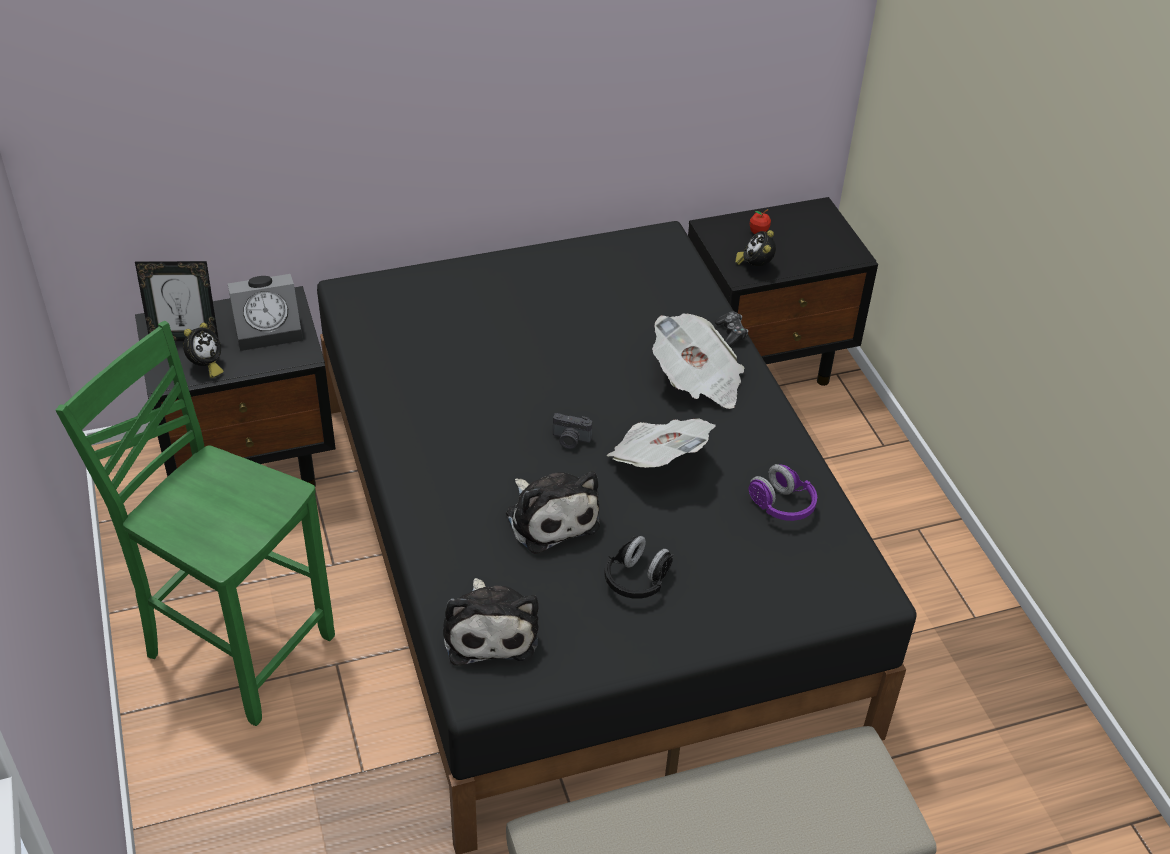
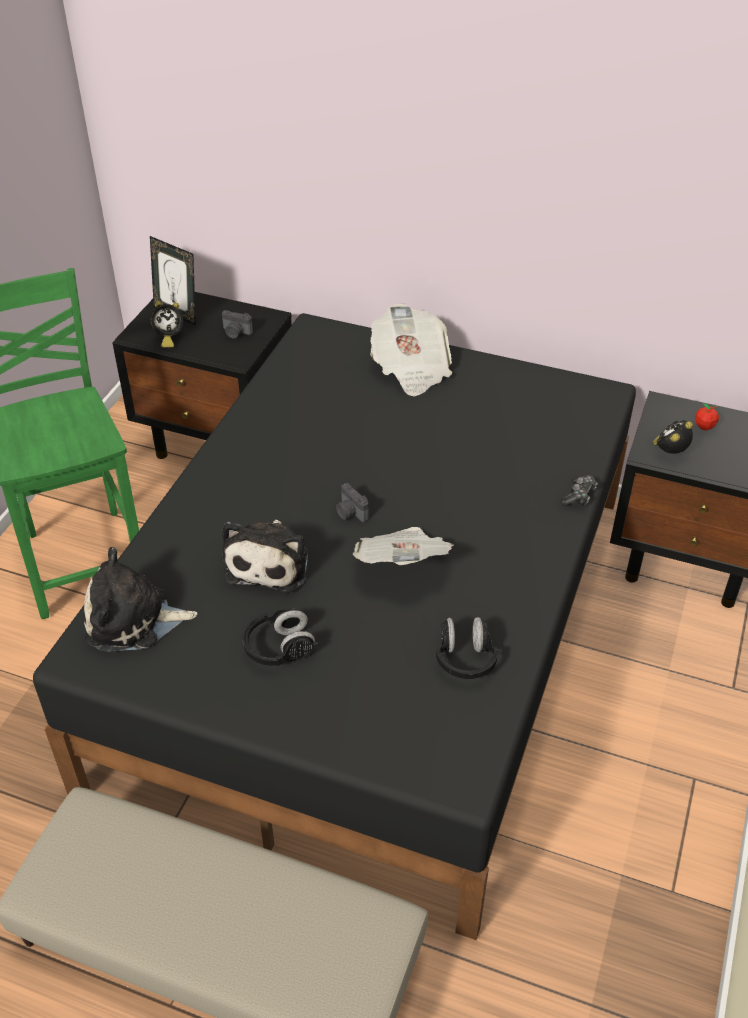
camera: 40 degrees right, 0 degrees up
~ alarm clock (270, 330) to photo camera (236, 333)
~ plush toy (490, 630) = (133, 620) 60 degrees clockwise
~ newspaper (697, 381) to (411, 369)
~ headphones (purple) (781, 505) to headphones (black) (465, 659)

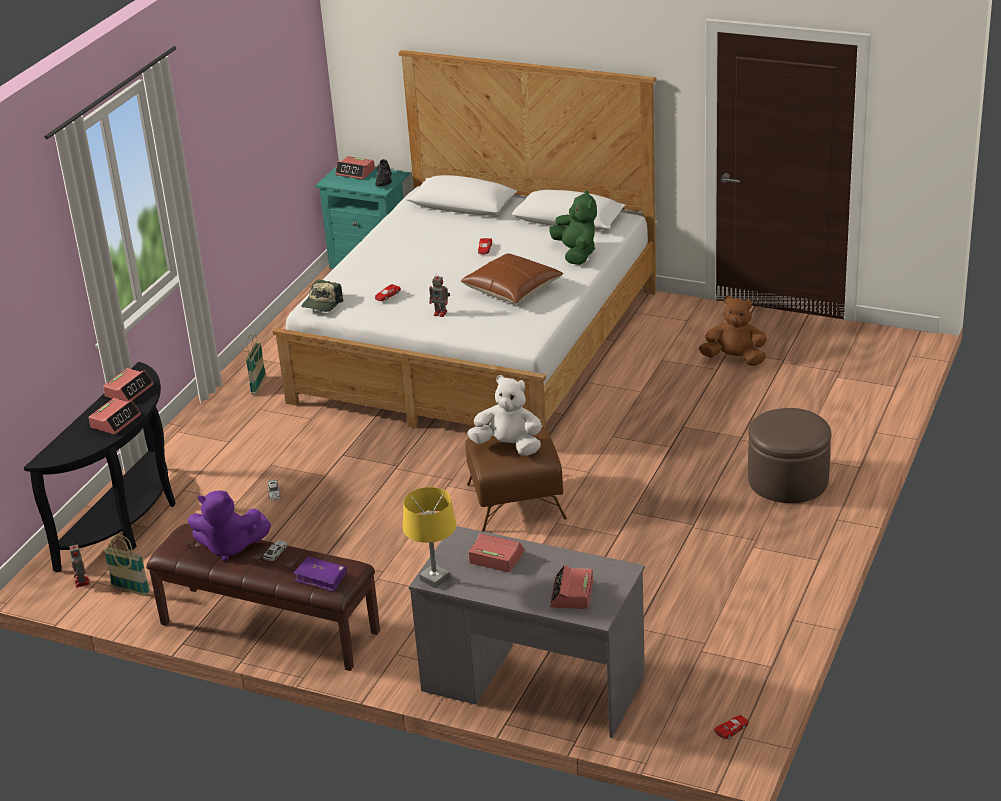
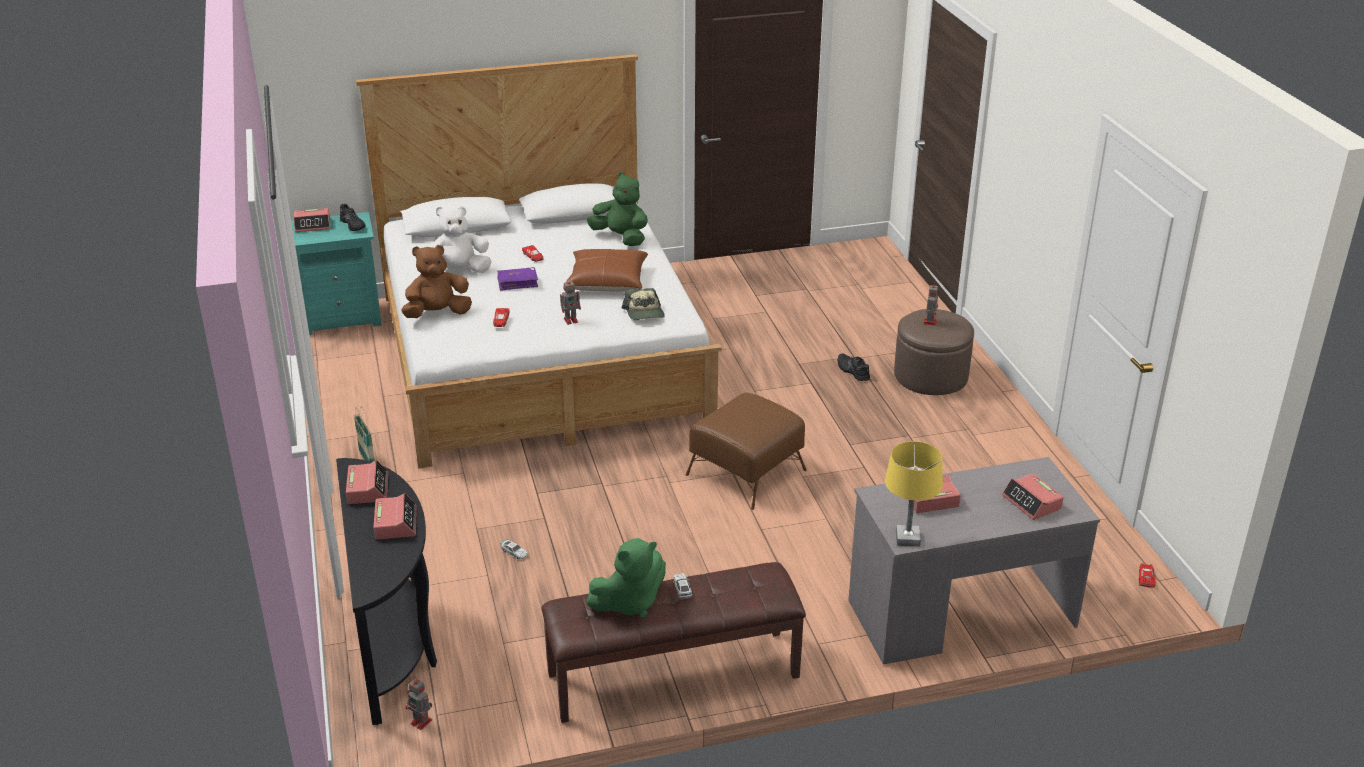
camera: 40 degrees left, 0 degrees up
- basket (131, 590)
~ plush toy (purple) (229, 547) to plush toy (green) (629, 603)
~ book (purple) (321, 578) to (517, 283)
~ cap (322, 304) to (644, 313)
~ plush toy (white) (509, 446) to (458, 272)
~ plush toy (brown) (734, 359) to (437, 314)
+ shoe (black) (852, 371)
+ toy robot (930, 321)

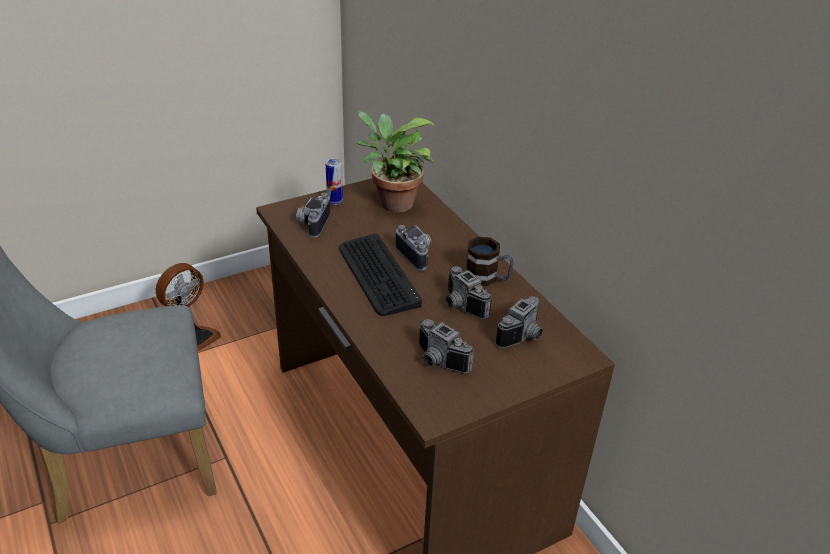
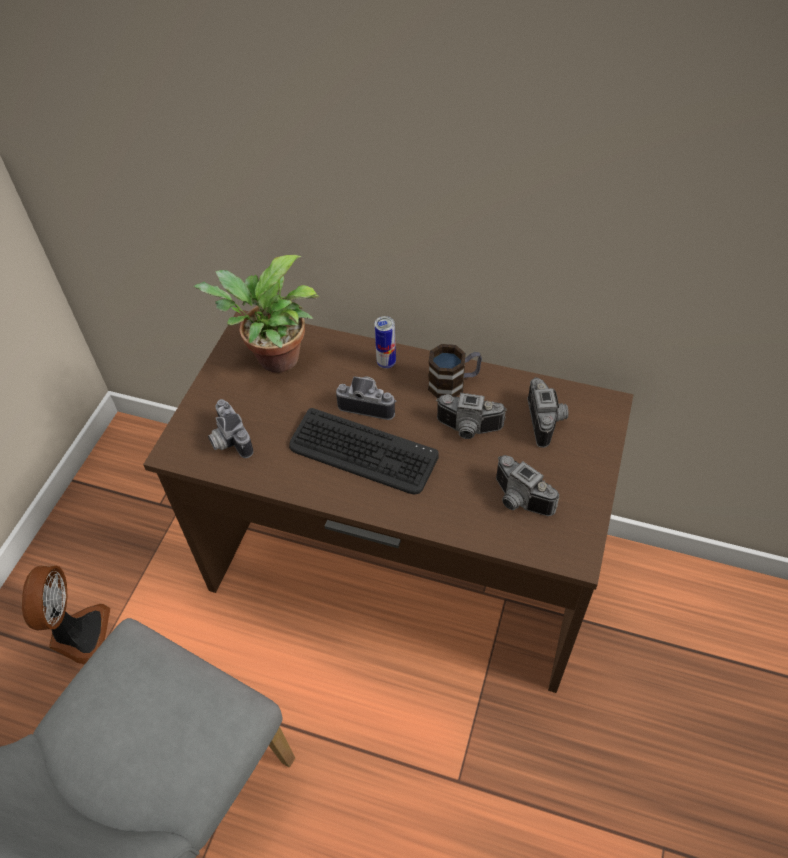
camera: 40 degrees left, 15 degrees up
~ can (334, 202) to (386, 363)
~ photo camera (438, 362) = (518, 501) 45 degrees clockwise

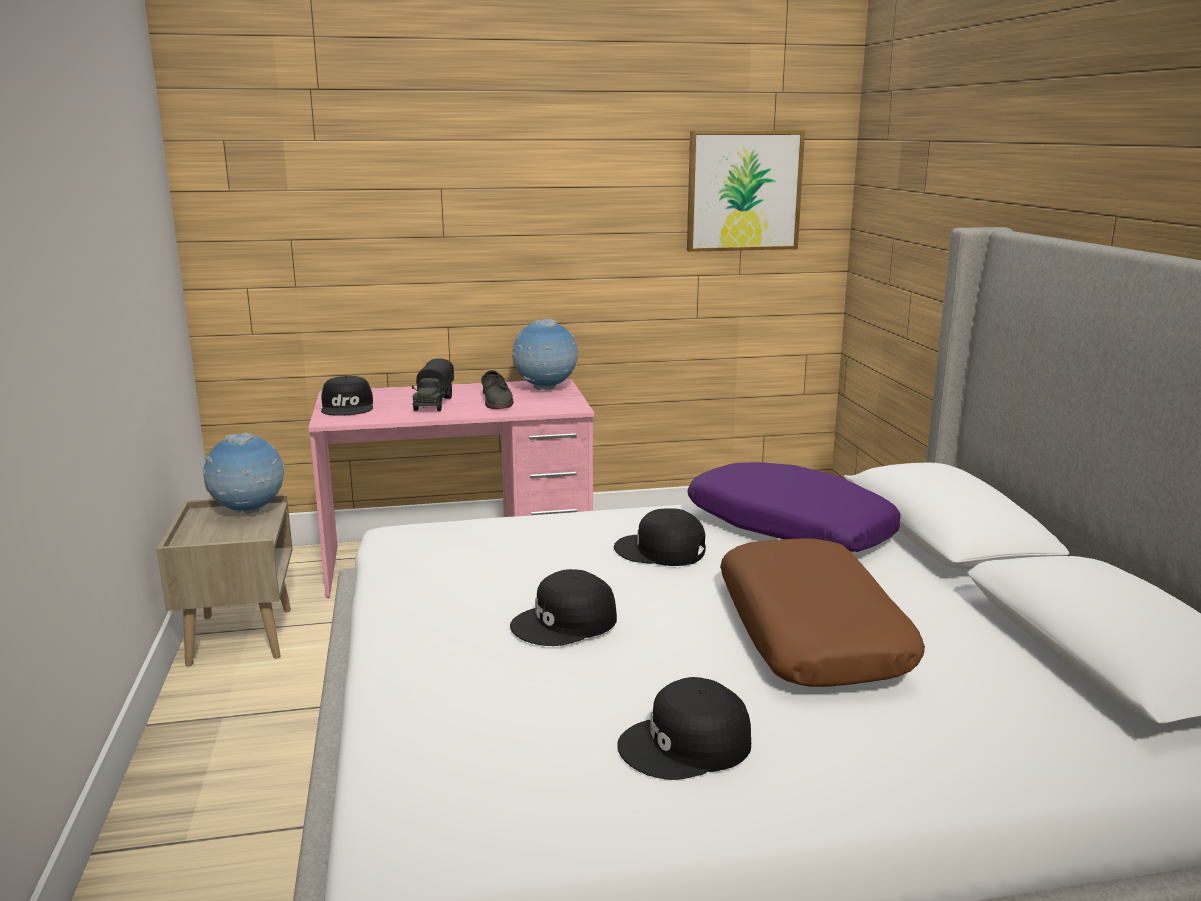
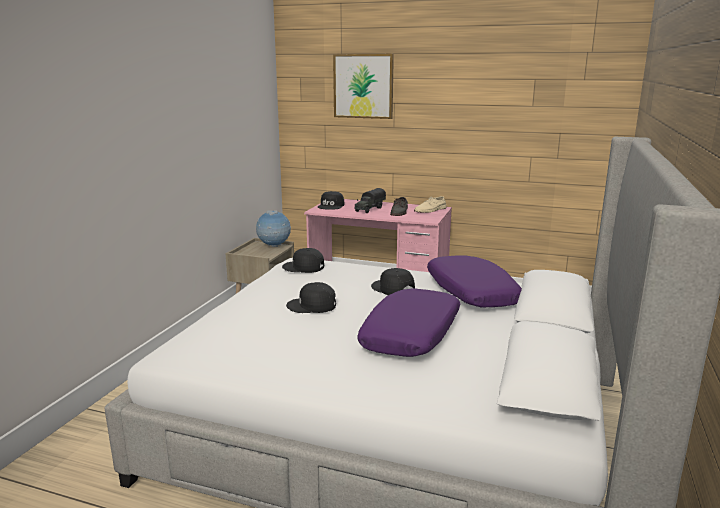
camera: 30 degrees right, 0 degrees up
~ globe (545, 389) to shoe (beige) (430, 210)
~ cap (black) (686, 746) to (303, 267)
~ picture (744, 191) to (363, 86)
~ pillow (brown) (812, 633) to pillow (purple) (412, 334)

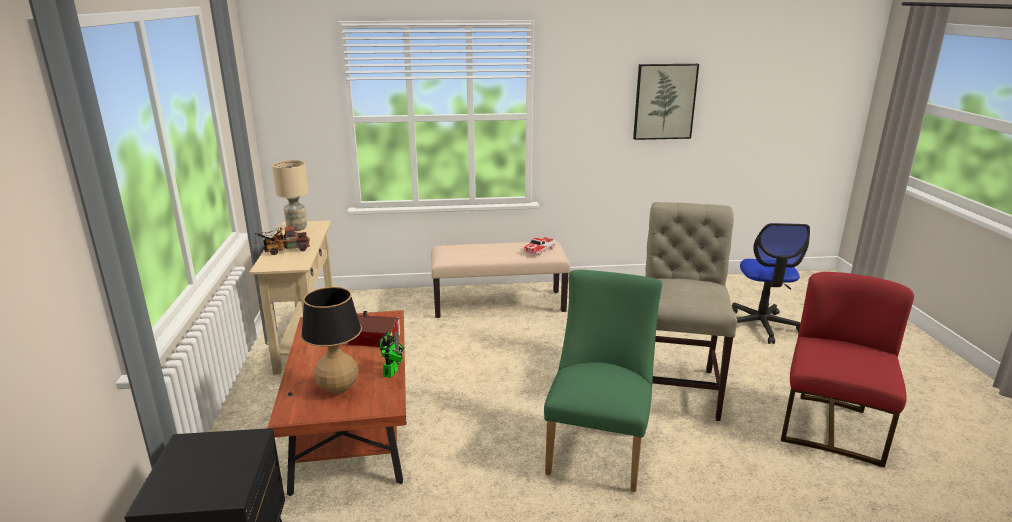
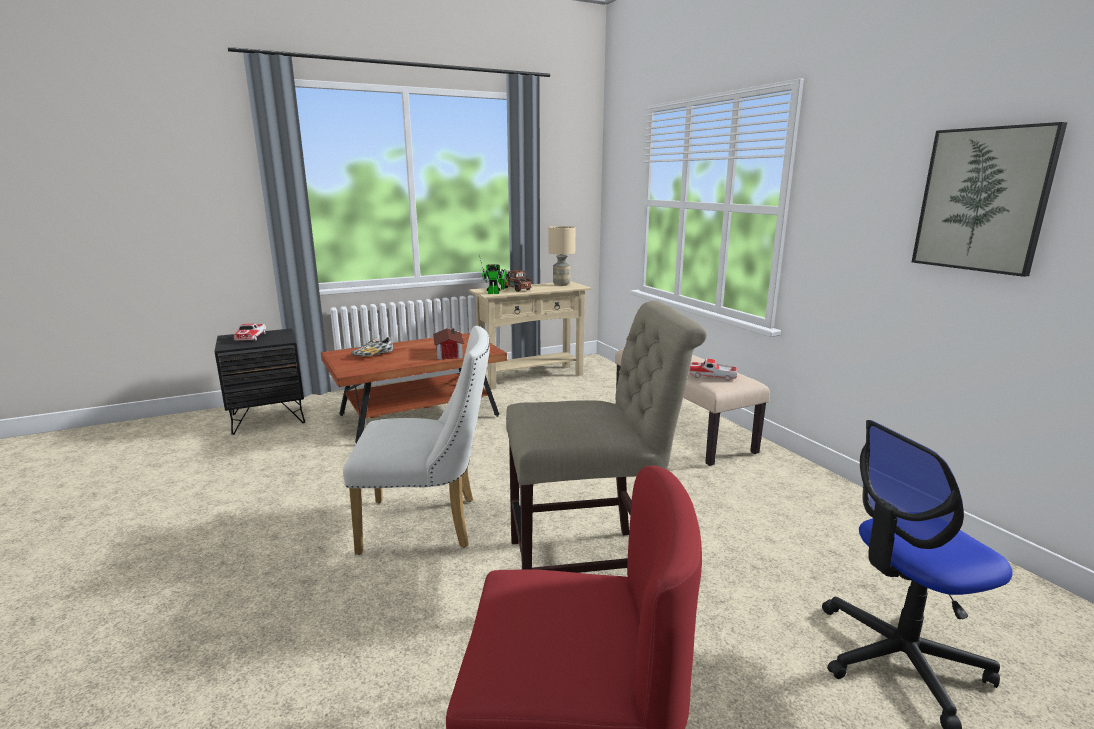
camera: 70 degrees right, 5 degrees down
~ table lamp (333, 386) to shoe (373, 355)
~ toy robot (392, 371) to (495, 293)
~ chair (green) (598, 448) to chair (white) (429, 524)
+ toy car (251, 337)

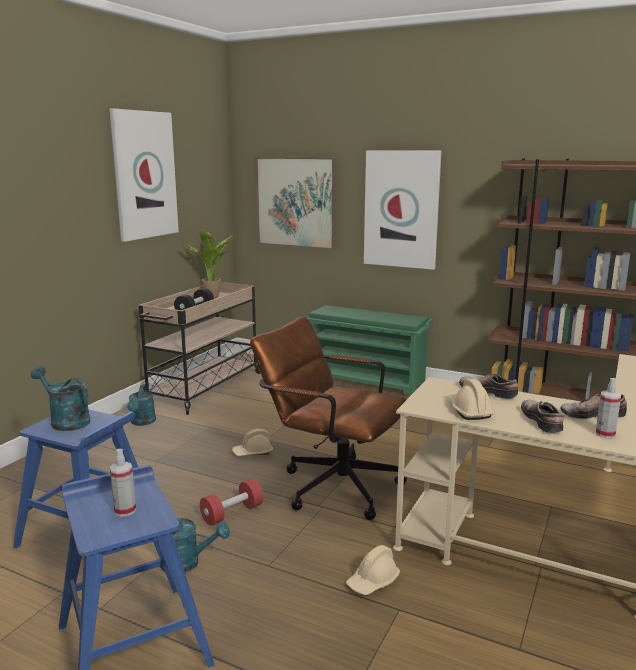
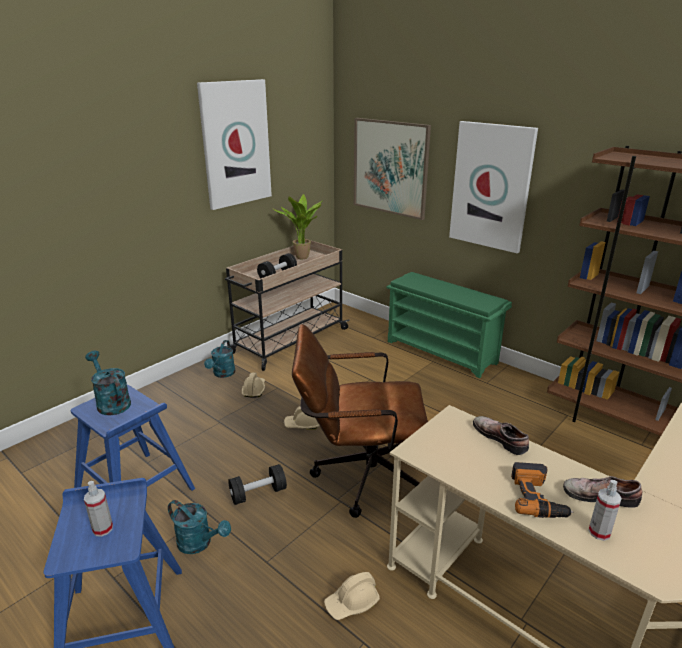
camera: 15 degrees right, 10 degrees up
~ dumbbell (red) (232, 513) to dumbbell (black) (258, 493)
~ office chair (brown) (331, 484) = (359, 475) 45 degrees counterclockwise
~ hard hat (beige) (469, 410) to (254, 390)
~ shoe (543, 421) to power drill (538, 497)

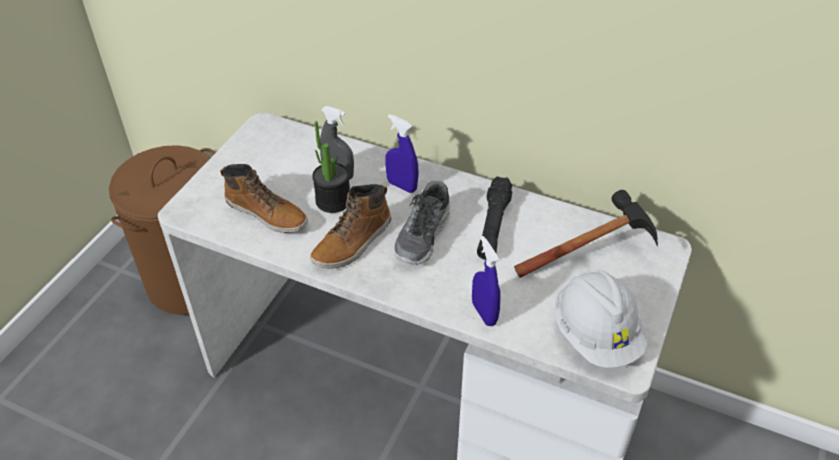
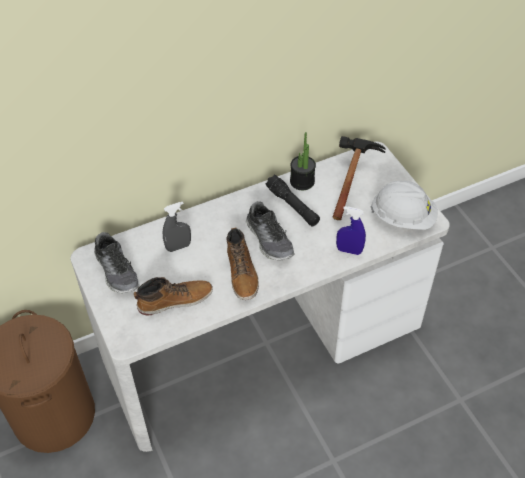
camera: 50 degrees left, 5 degrees up
~ potted plant (333, 200) to (302, 181)
- spray bottle (blue) (402, 186)
+ shoe (117, 271)

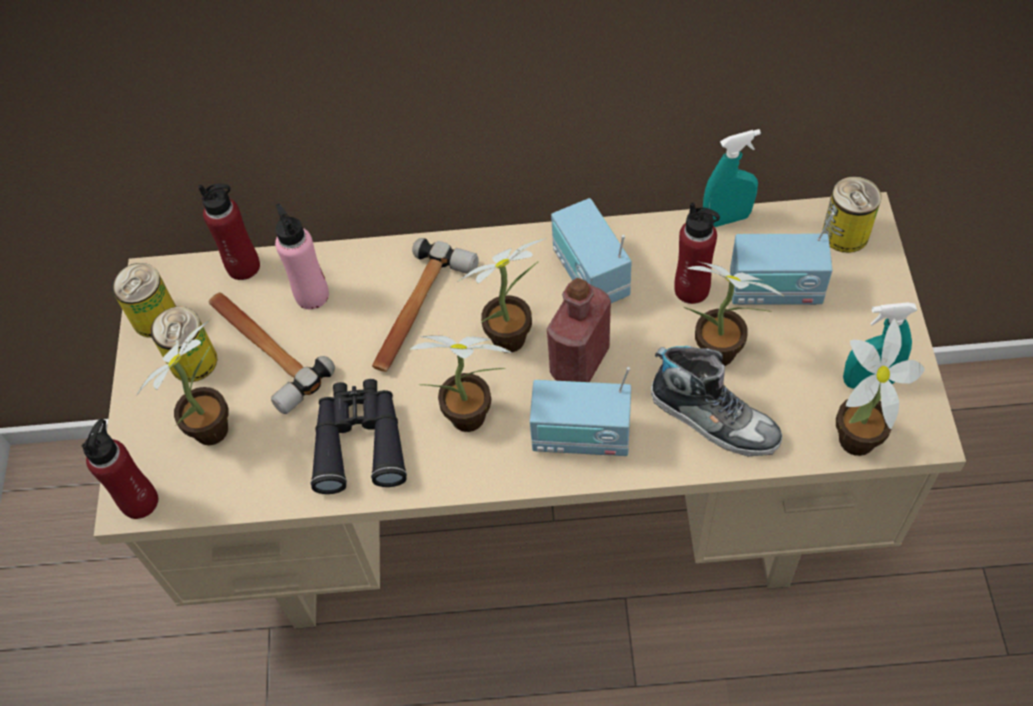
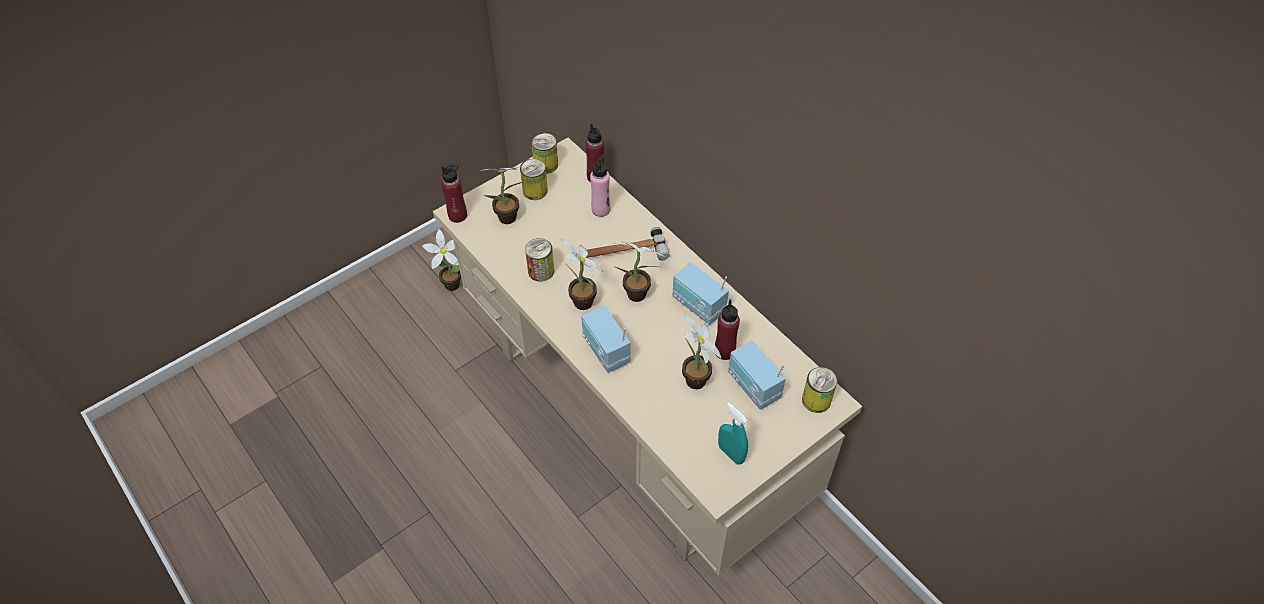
camera: 50 degrees right, 5 degrees down
- hammer (262, 349)
~ binoculars (black) (360, 441) to can (541, 271)
- bottle (red) (579, 362)
~ radio (589, 275) = (698, 306) 75 degrees counterclockwise
- shoe (714, 418)
- spray bottle (turquoise) (726, 218)
~ potted plant (851, 443) to (450, 284)

